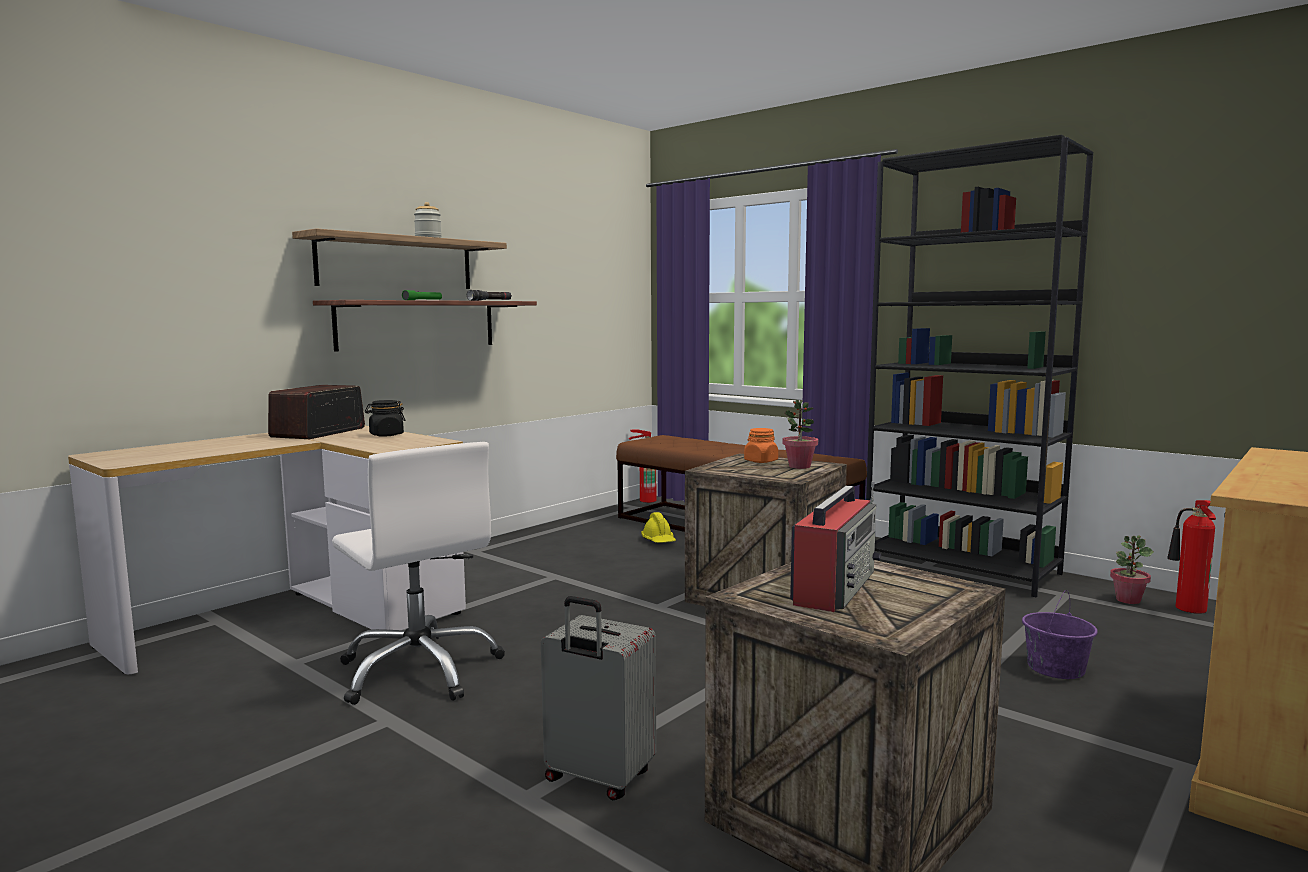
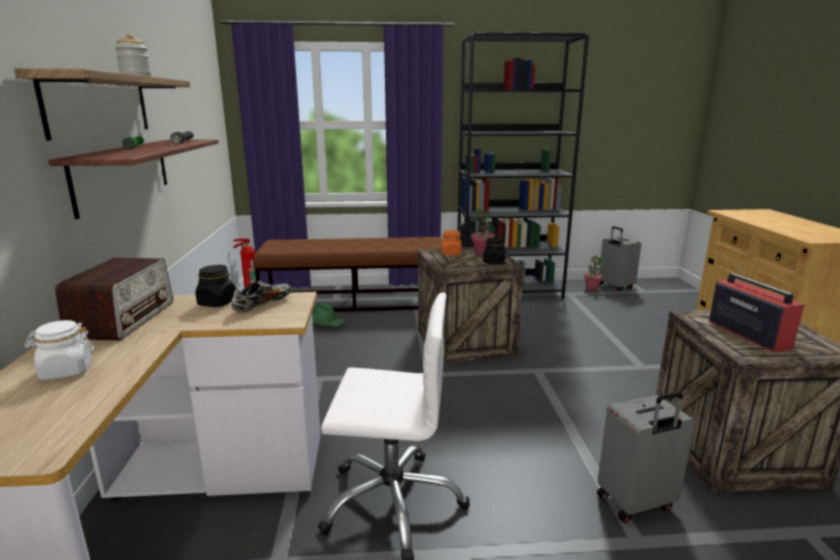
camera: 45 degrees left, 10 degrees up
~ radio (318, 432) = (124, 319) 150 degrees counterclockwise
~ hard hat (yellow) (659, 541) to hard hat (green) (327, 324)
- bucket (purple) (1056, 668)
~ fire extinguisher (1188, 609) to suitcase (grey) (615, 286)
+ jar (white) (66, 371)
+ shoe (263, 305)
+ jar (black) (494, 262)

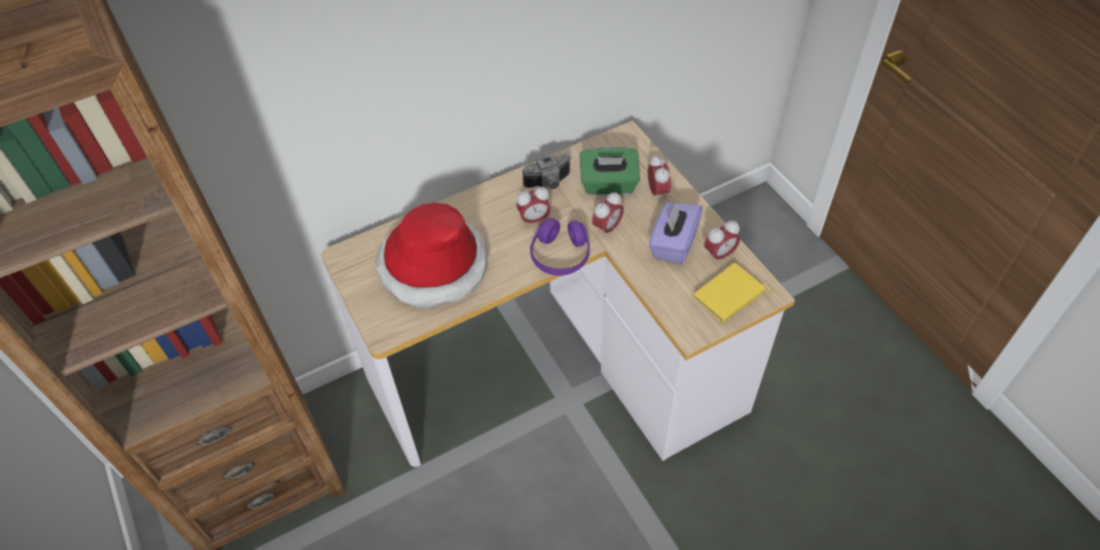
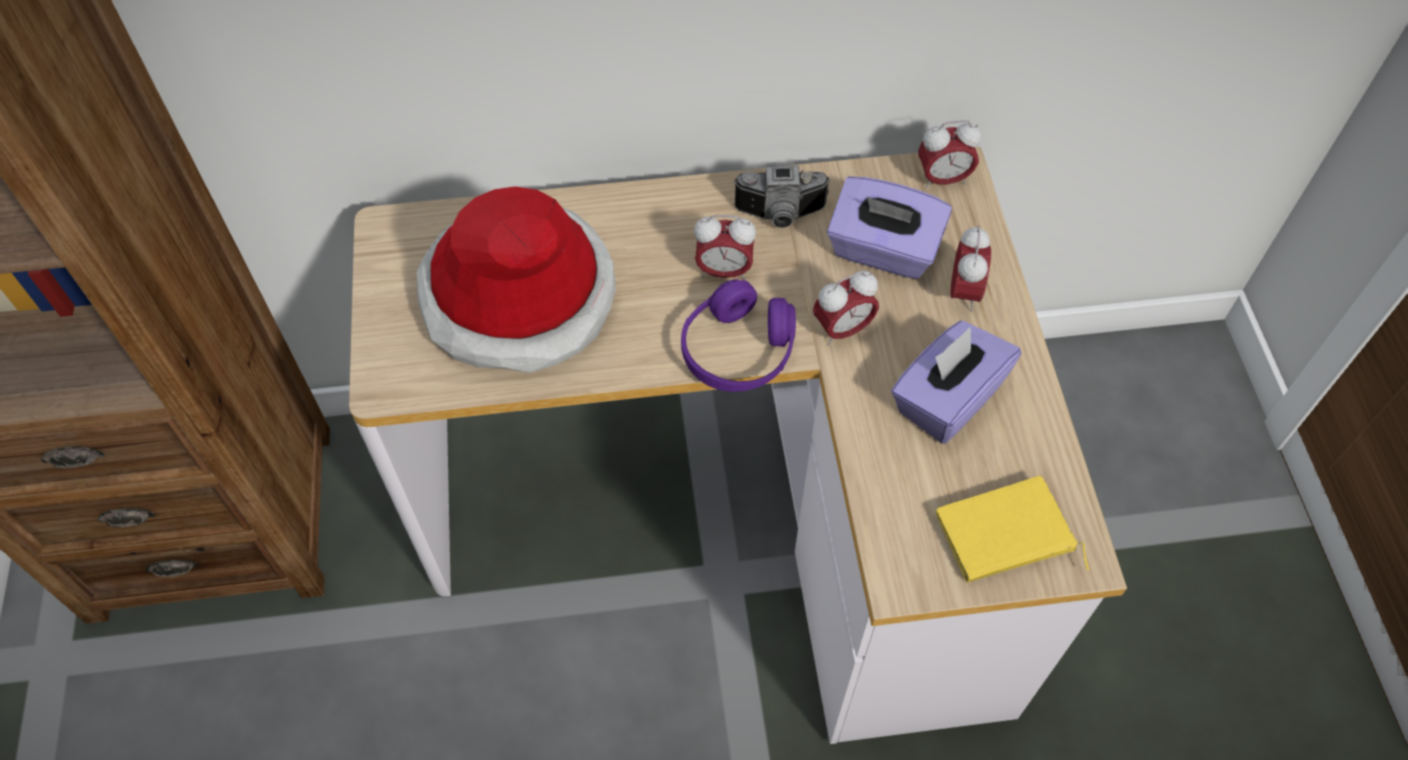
camera: 20 degrees right, 5 degrees up
~ tissue box (green) (609, 185) to tissue box (purple) (882, 251)
~ alarm clock (719, 255) to (942, 179)

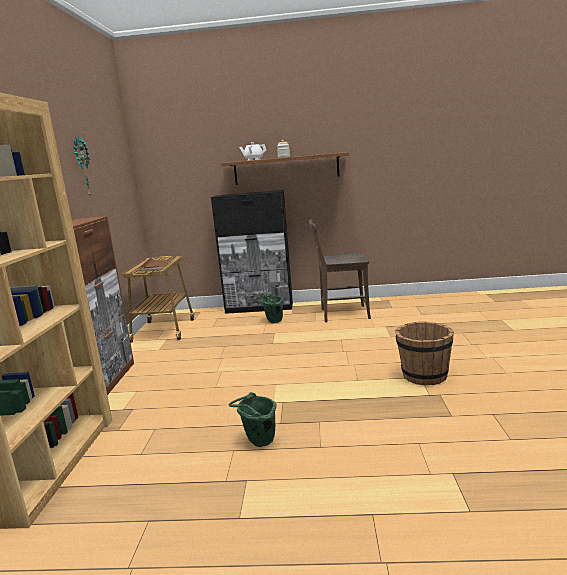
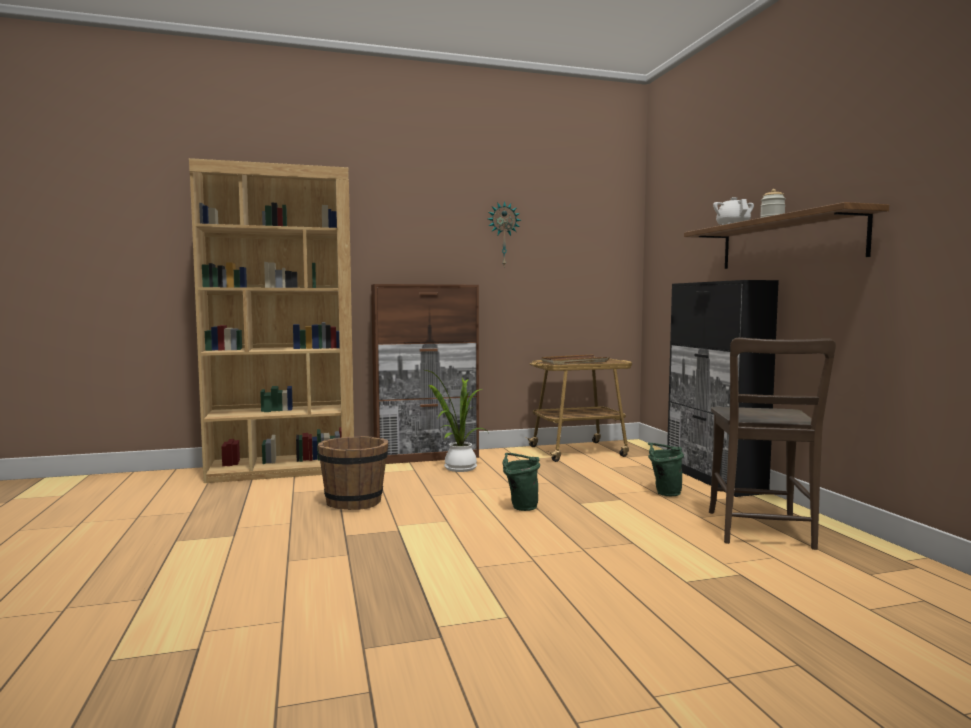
camera: 70 degrees right, 10 degrees down
~ bucket (green) (258, 442) to (520, 507)
~ chair (brown) (341, 314) = (760, 532) 150 degrees counterclockwise
~ bucket (brown) (423, 376) to (354, 502)
+ potted plant (457, 468)

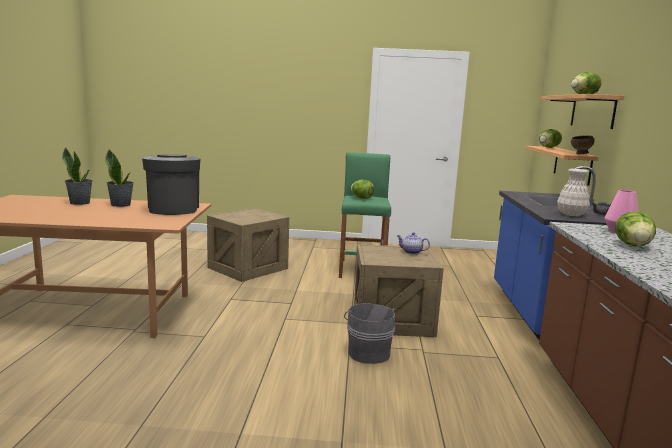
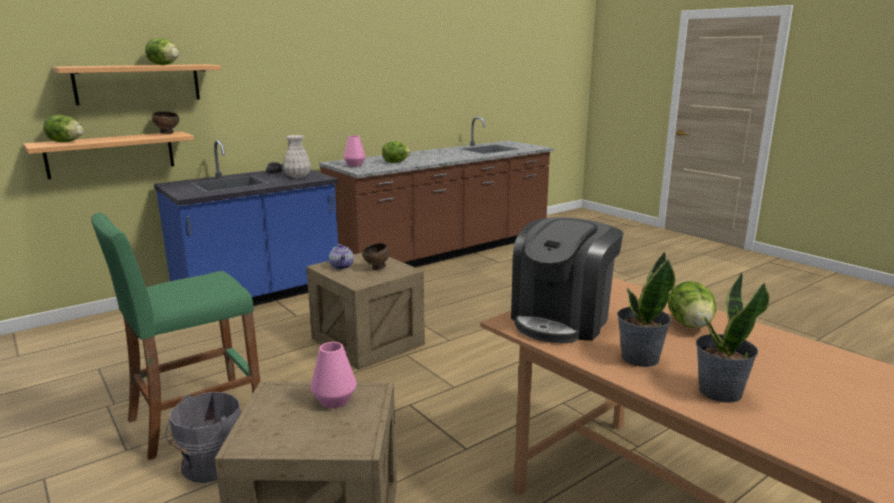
camera: 130 degrees left, 5 degrees up
~ bucket (grey) (368, 352) to (209, 464)
~ lettuce (361, 198) to (690, 325)
+ vase (pink) (334, 400)
+ bowl (brown) (377, 268)

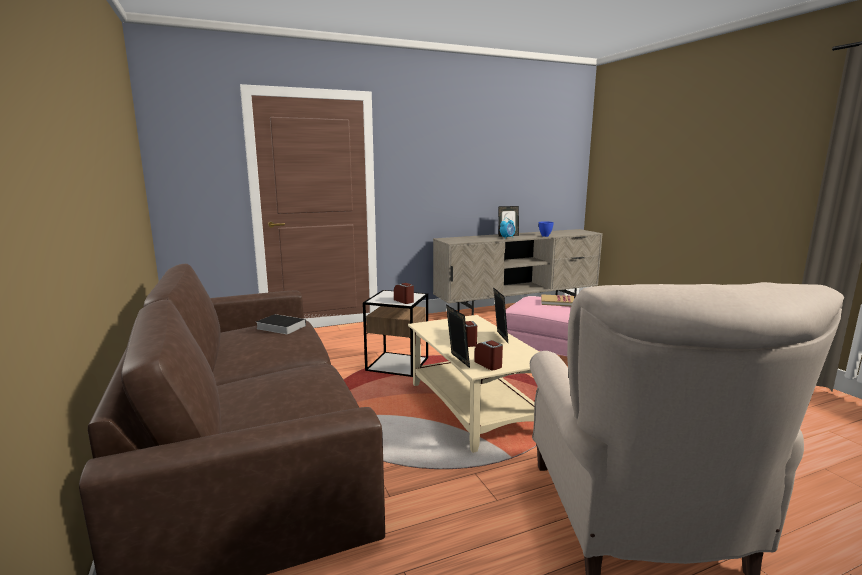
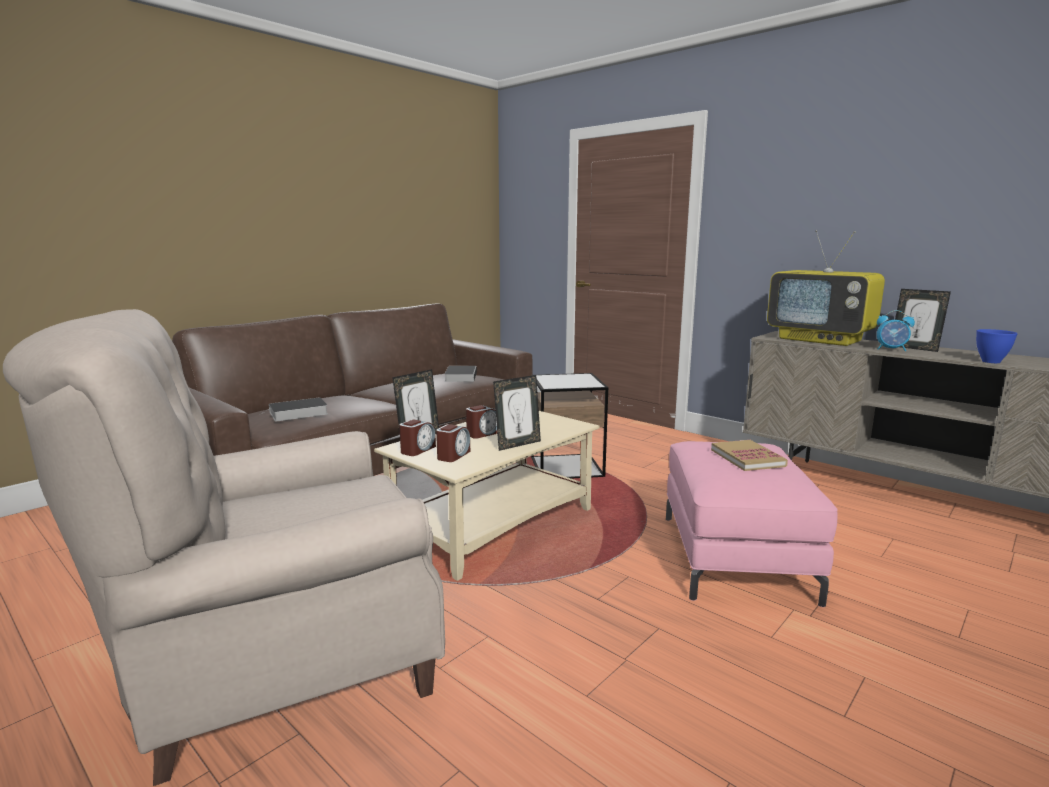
camera: 65 degrees right, 0 degrees up
~ alarm clock (404, 301) to (453, 455)
+ book (296, 413)
+ television (821, 340)

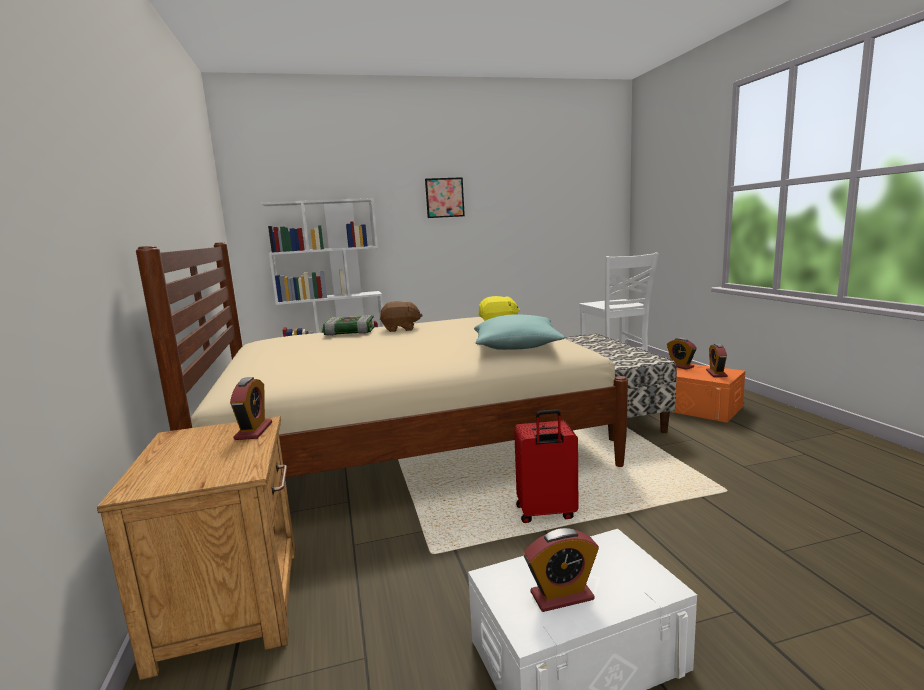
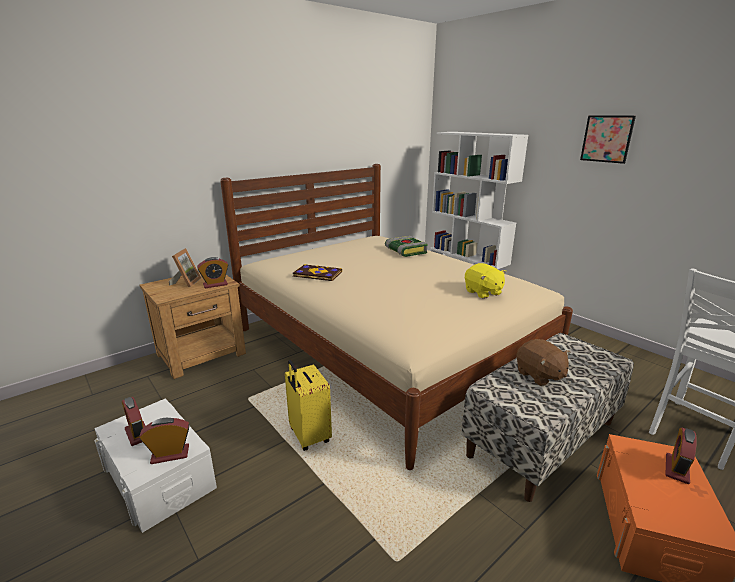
camera: 65 degrees right, 10 degrees up
~ plush toy (brown) (401, 329) to (539, 375)
- pillow (turquoise) (516, 346)
~ suitcase (red) (546, 513) to suitcase (yellow) (308, 436)
~ alarm clock (716, 373) to (170, 455)
+ picture frame (186, 282)
+ book (317, 274)

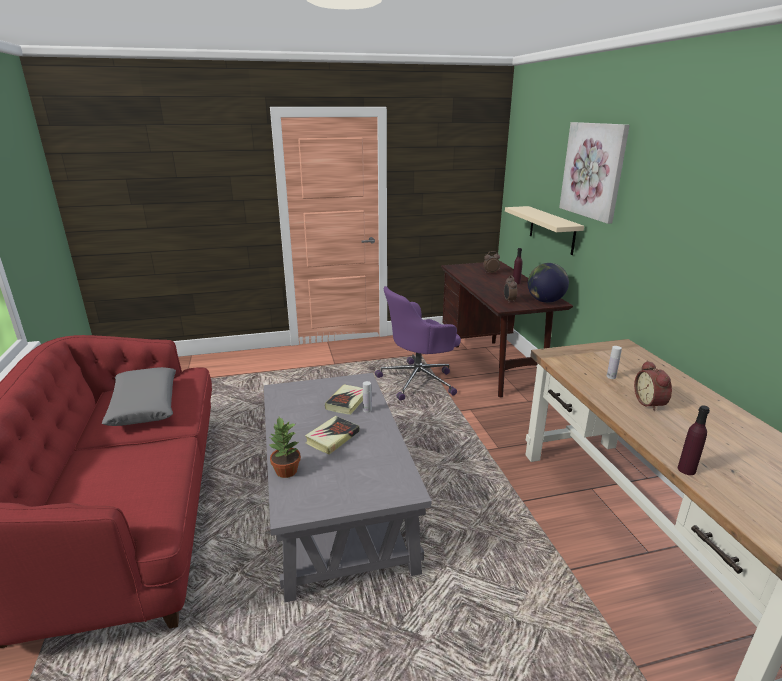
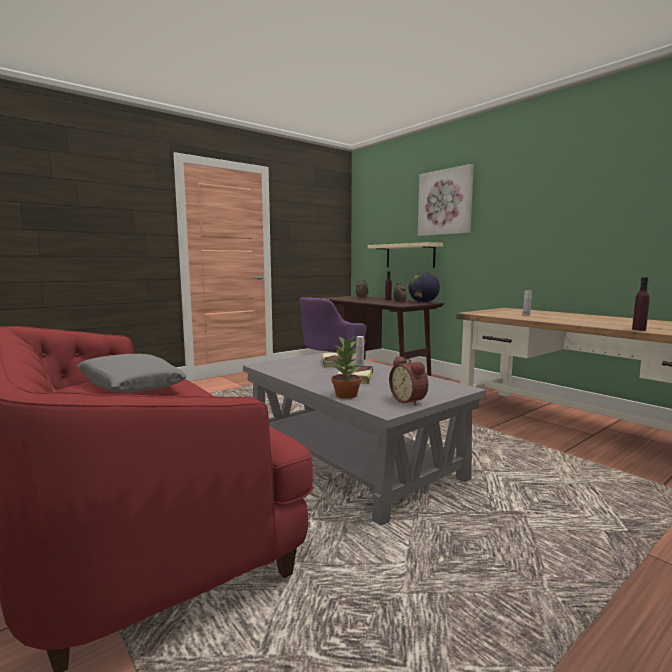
camera: 25 degrees left, 15 degrees down
~ alarm clock (651, 403) to (409, 400)

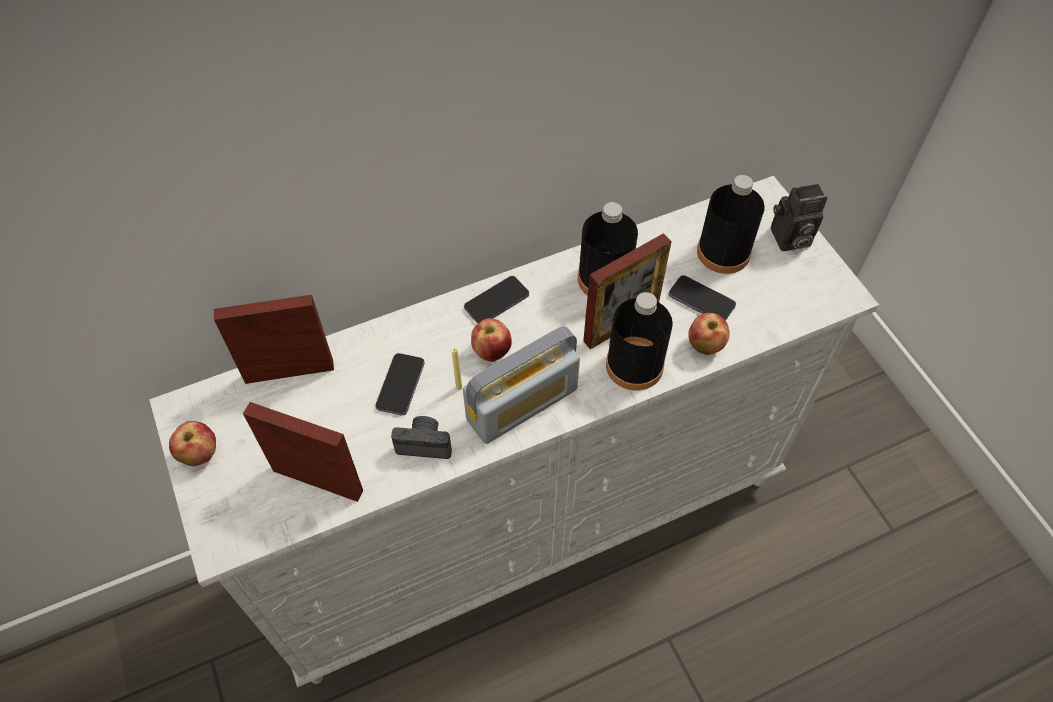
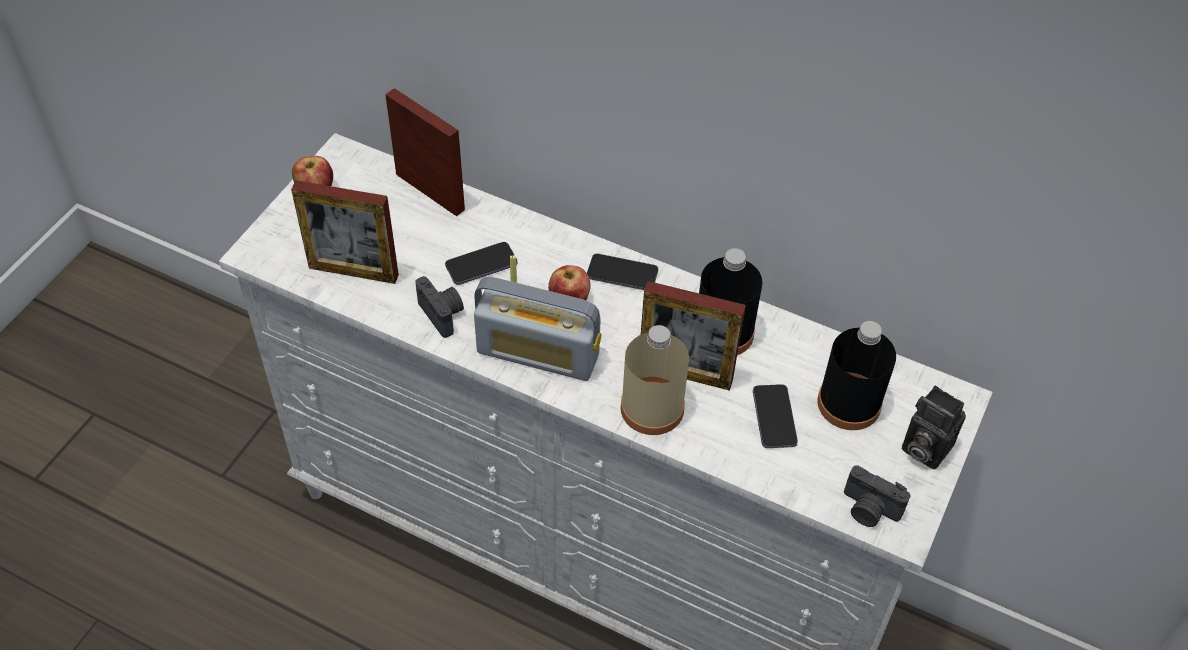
camera: 50 degrees right, 5 degrees down
~ picture frame (318, 481) = (353, 271) 120 degrees clockwise
~ bottle (black) (634, 365) to bottle (beige) (652, 408)
- apple (705, 345)
+ photo camera (869, 510)

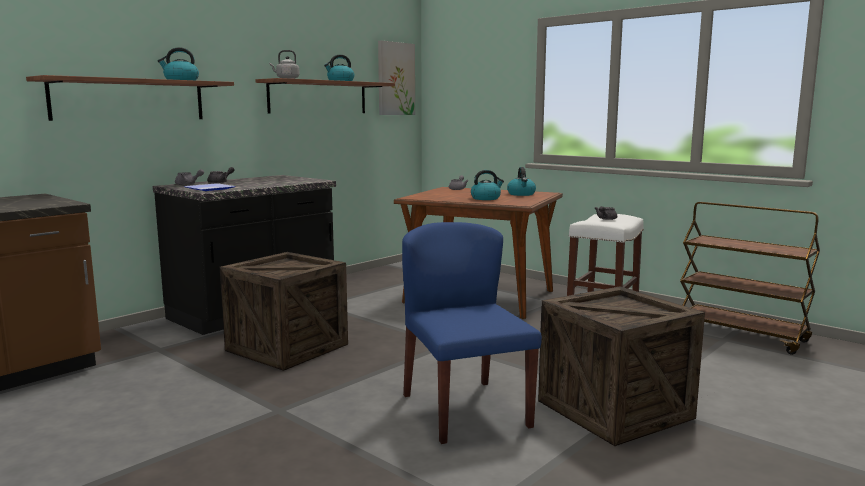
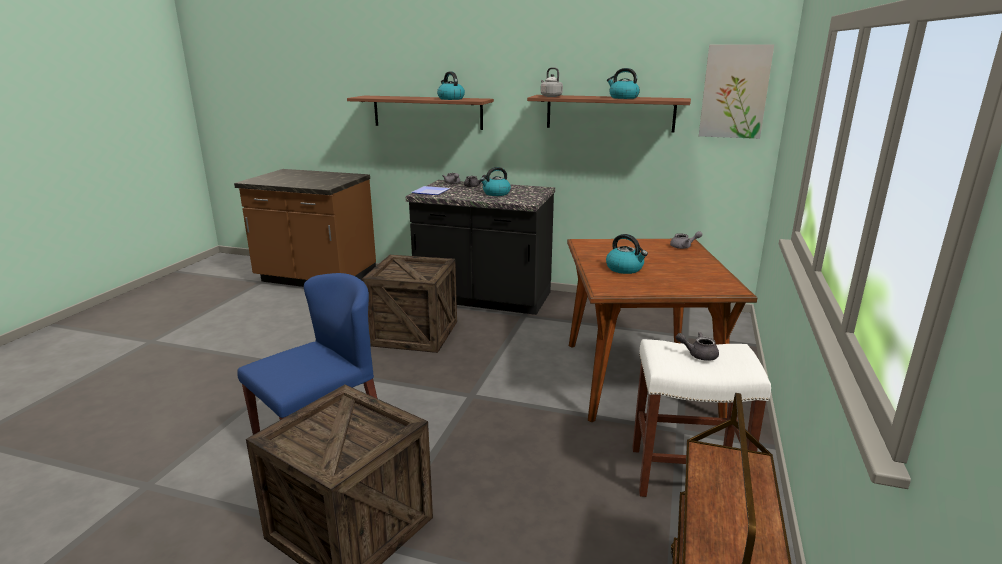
camera: 65 degrees right, 10 degrees up
~ kettle (521, 194) to (496, 193)

